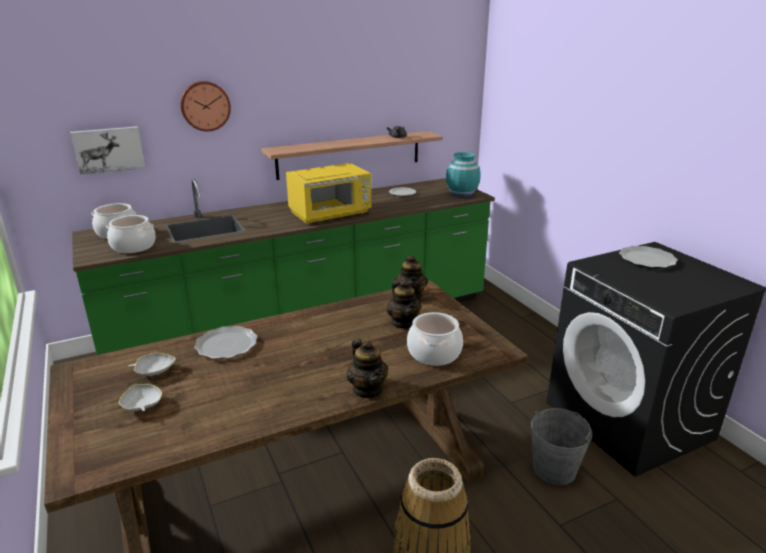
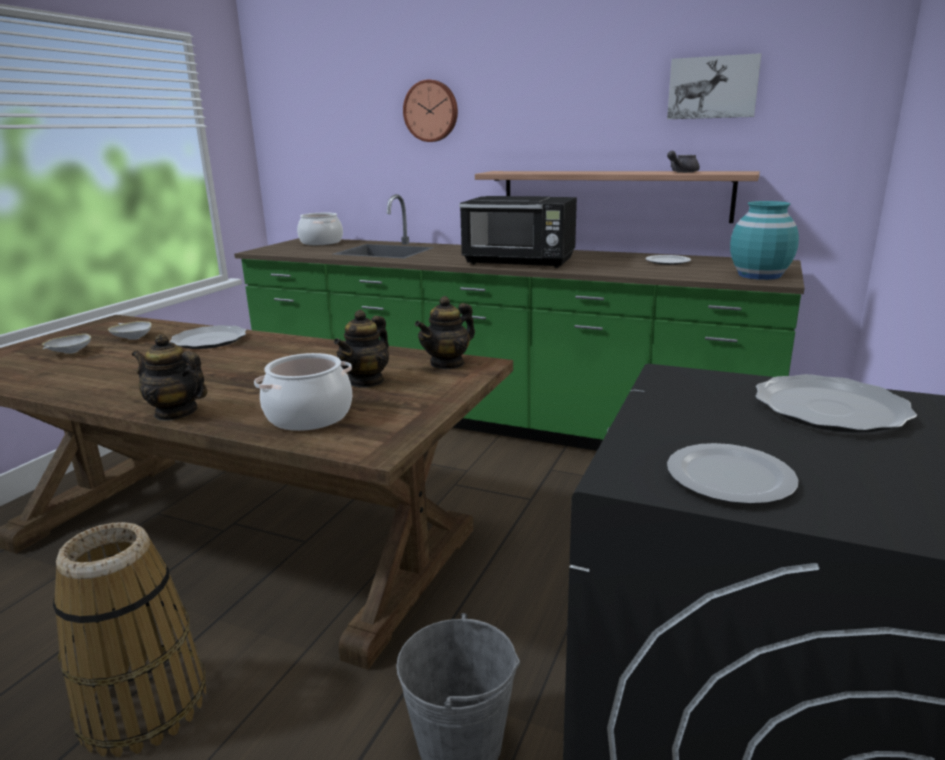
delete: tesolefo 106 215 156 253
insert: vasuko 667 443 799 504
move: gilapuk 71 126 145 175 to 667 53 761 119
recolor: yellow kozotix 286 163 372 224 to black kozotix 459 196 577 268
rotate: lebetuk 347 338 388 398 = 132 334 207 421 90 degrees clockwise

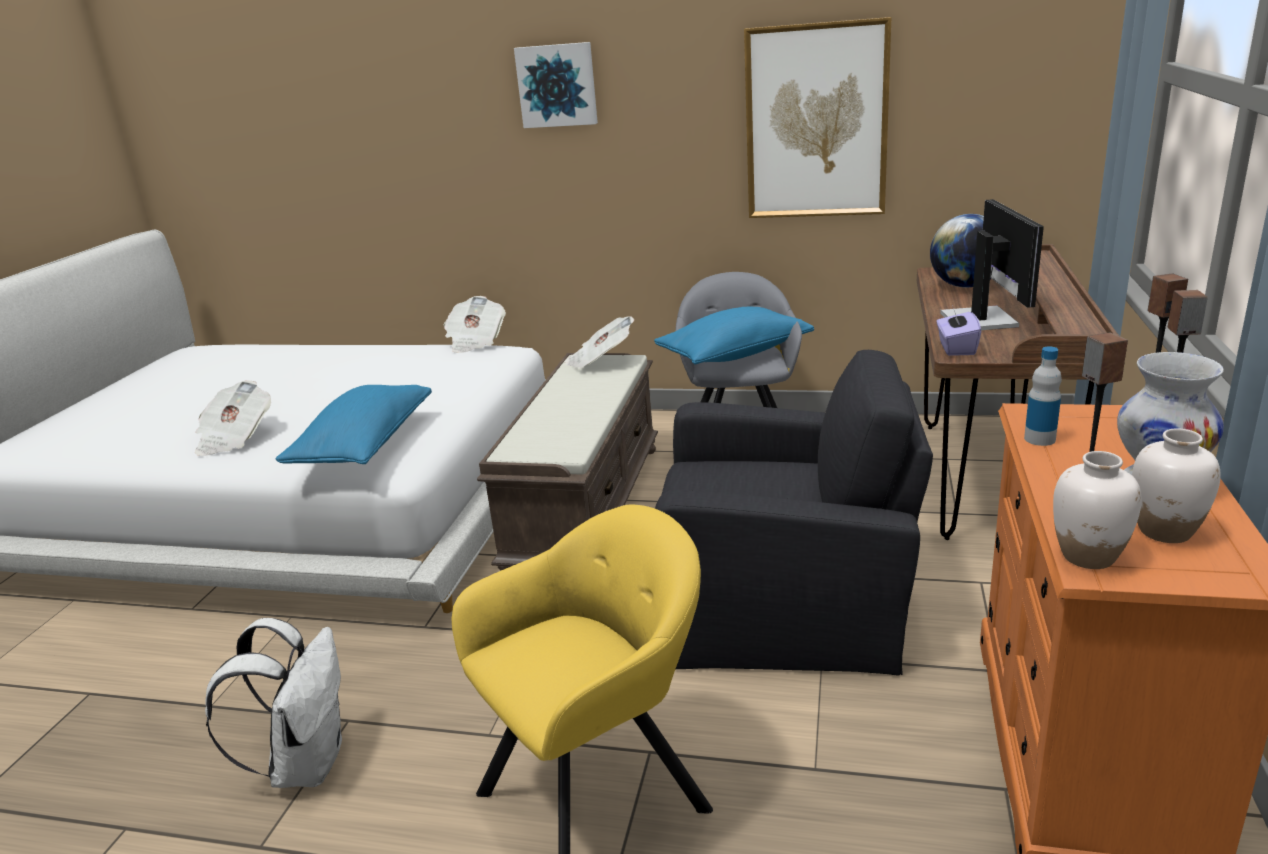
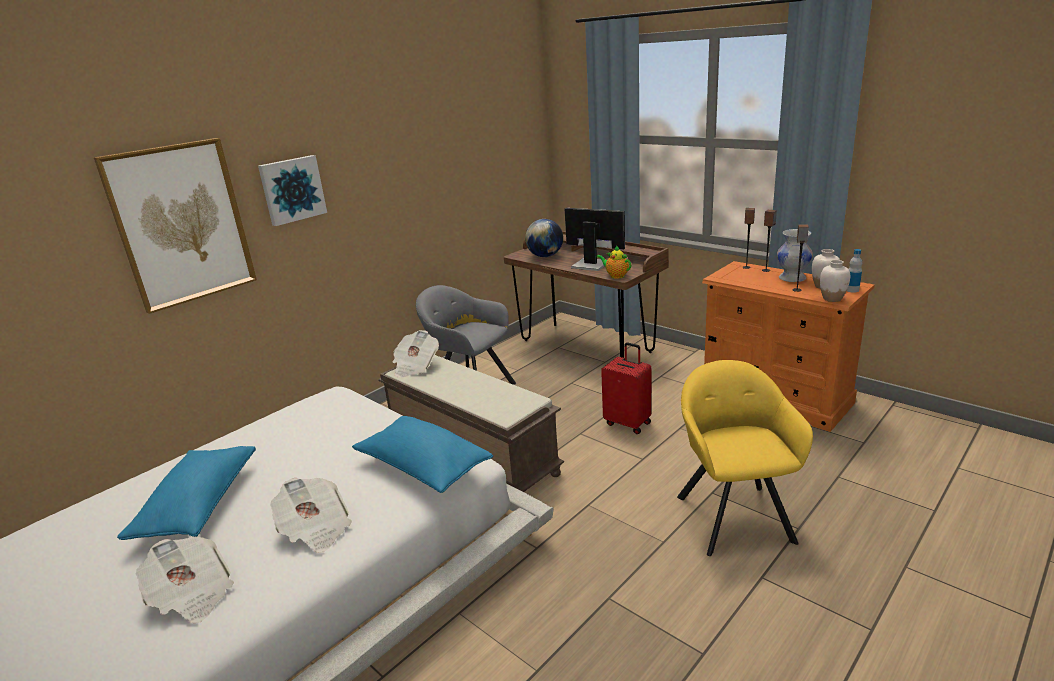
delete: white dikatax 205 618 342 788
move: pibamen 444 296 506 353 to 136 537 234 623; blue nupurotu 654 307 814 364 to 117 446 256 540; gilapuk 744 17 892 218 to 94 138 257 314; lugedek 1024 347 1062 446 to 847 249 862 293
replace: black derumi 655 350 933 675 to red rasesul 601 342 651 434; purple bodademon 937 305 981 356 to lebetuk 596 245 631 279

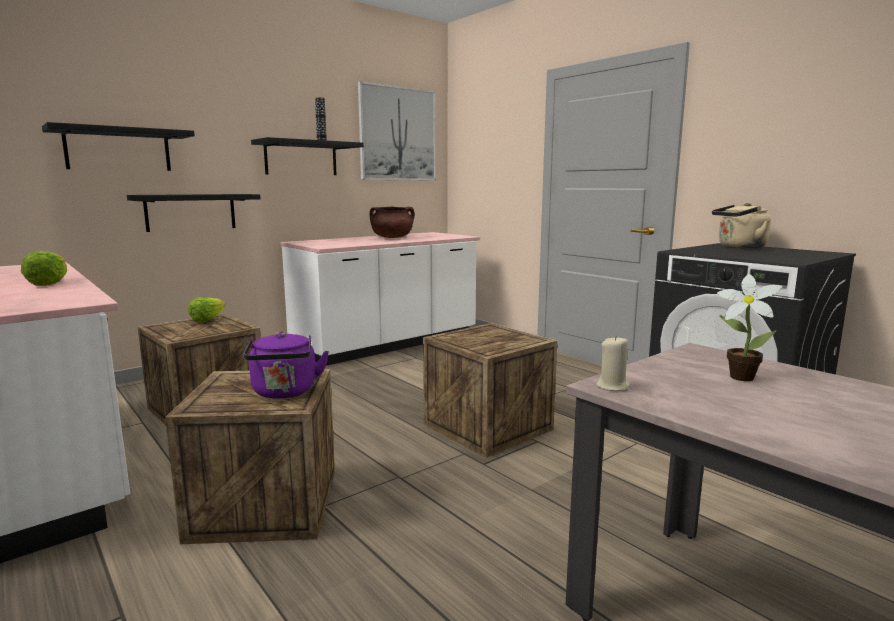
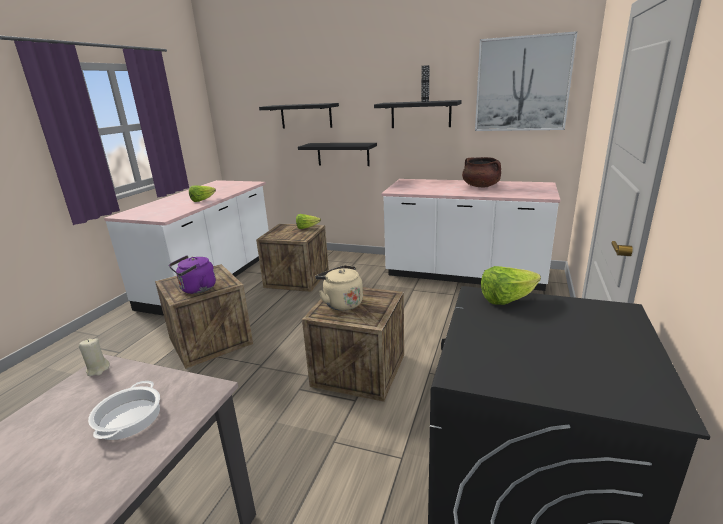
insert: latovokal 481 266 541 305
move: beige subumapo 712 203 771 248 to 315 265 363 311
replace: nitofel 717 274 782 381 to tesolefo 88 381 160 440

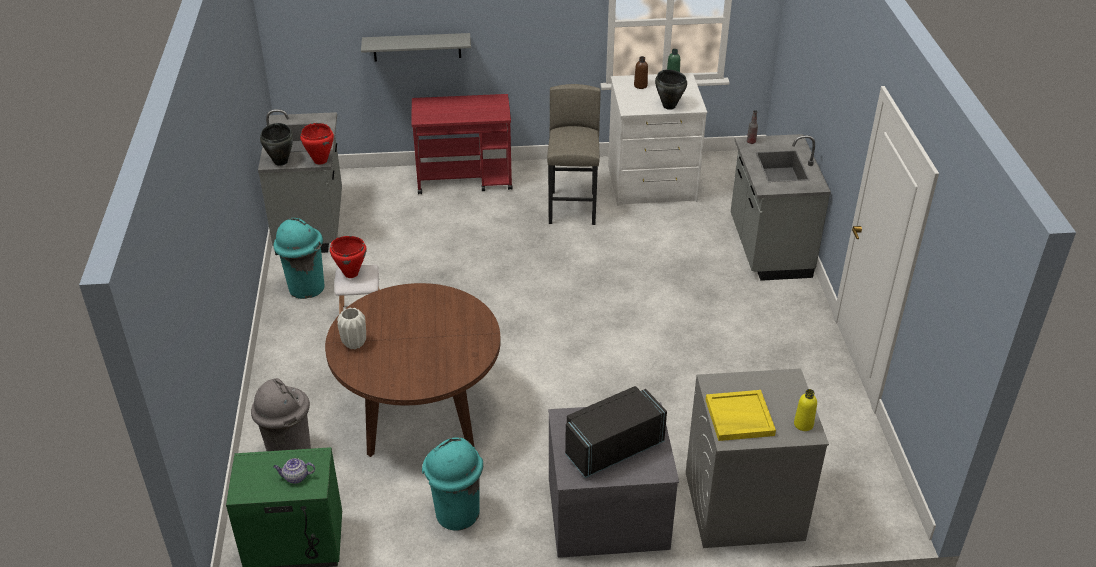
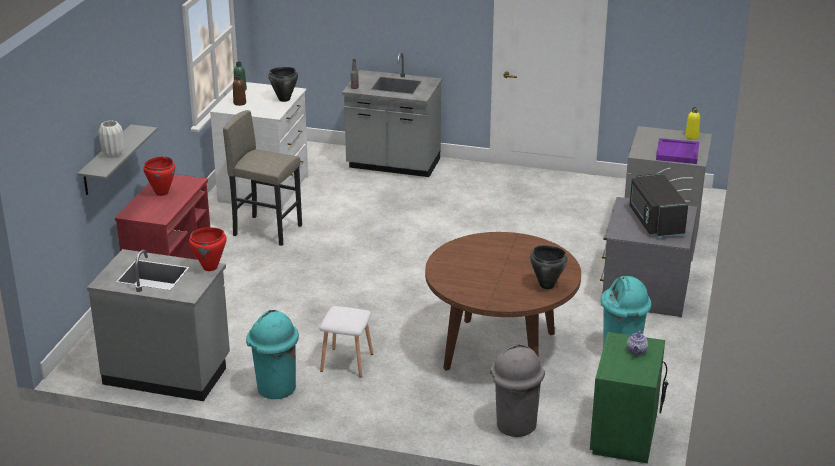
move: black tesolefo 260 123 294 166 to 530 245 567 289; red tesolefo 330 236 367 278 to 143 156 175 196; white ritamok 337 308 366 349 to 98 121 124 158
recolor: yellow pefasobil 706 390 776 441 to purple pefasobil 656 138 699 164

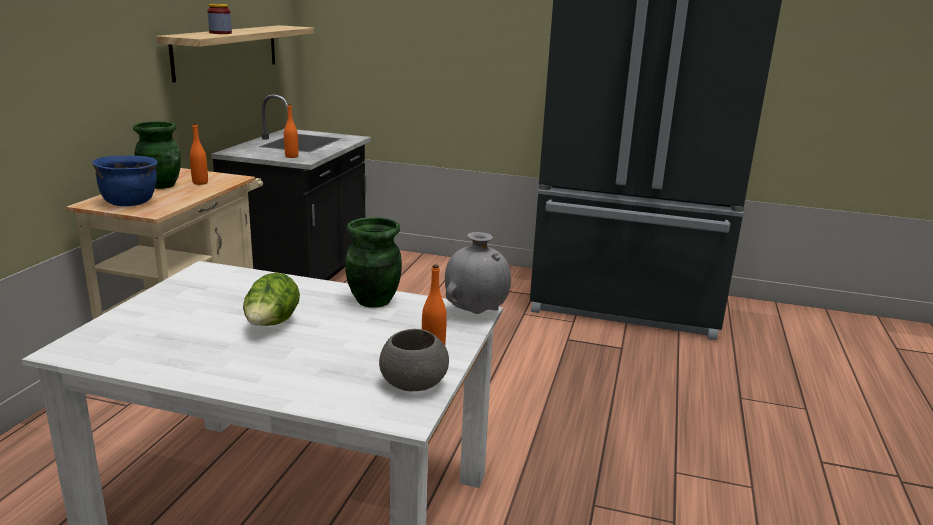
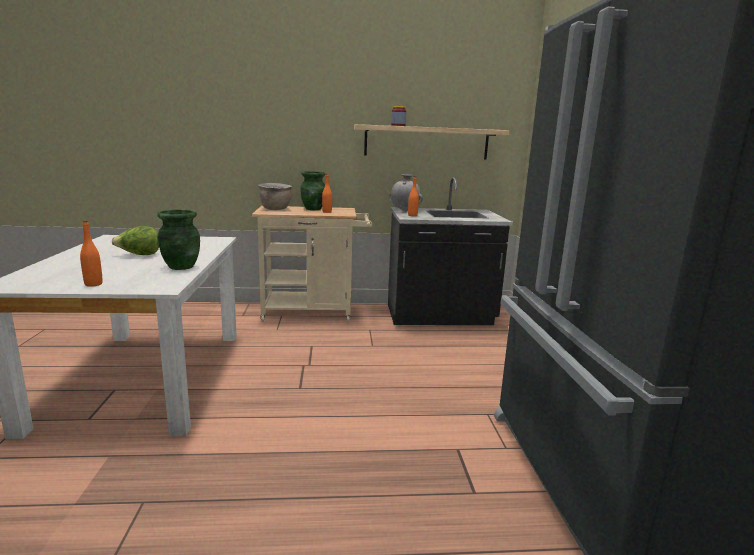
delete: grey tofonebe 379 329 449 391
move: grey ritamok 445 232 511 314 to 389 174 423 212
recolor: blue tesolefo 92 155 158 206 to brown tesolefo 258 183 292 210

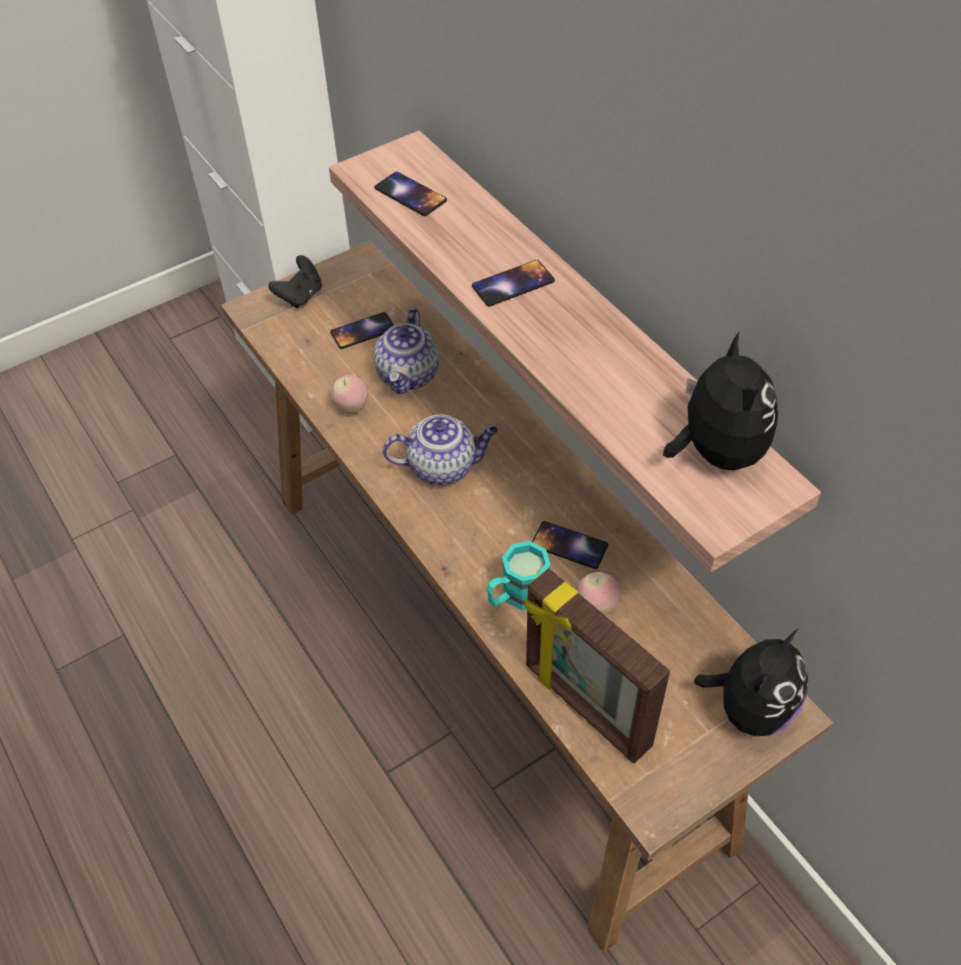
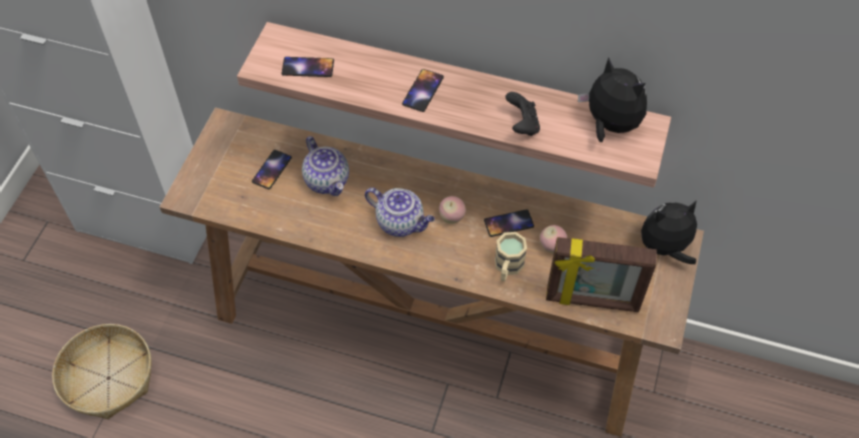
insert: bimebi 52 324 151 419
move: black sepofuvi 268 255 322 308 to 505 92 540 136; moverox 331 375 368 414 to 439 196 466 224
recolor: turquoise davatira 487 541 551 610 to beige davatira 495 232 527 281
rotate: lebetuk 382 415 498 485 = 365 188 435 237 75 degrees clockwise; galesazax 694 629 808 736 = 641 201 697 264 105 degrees counterclockwise

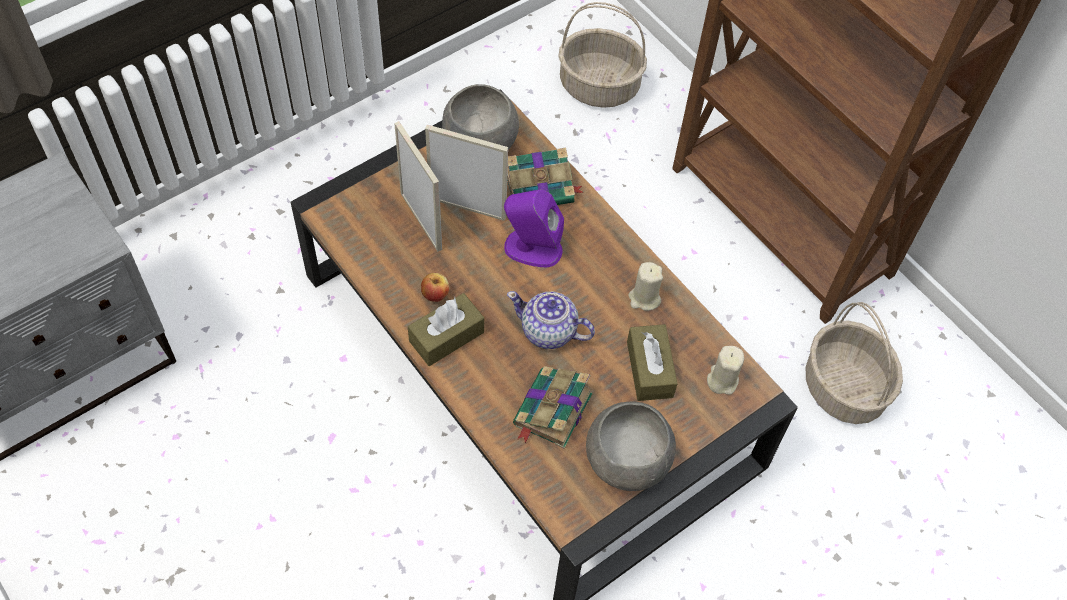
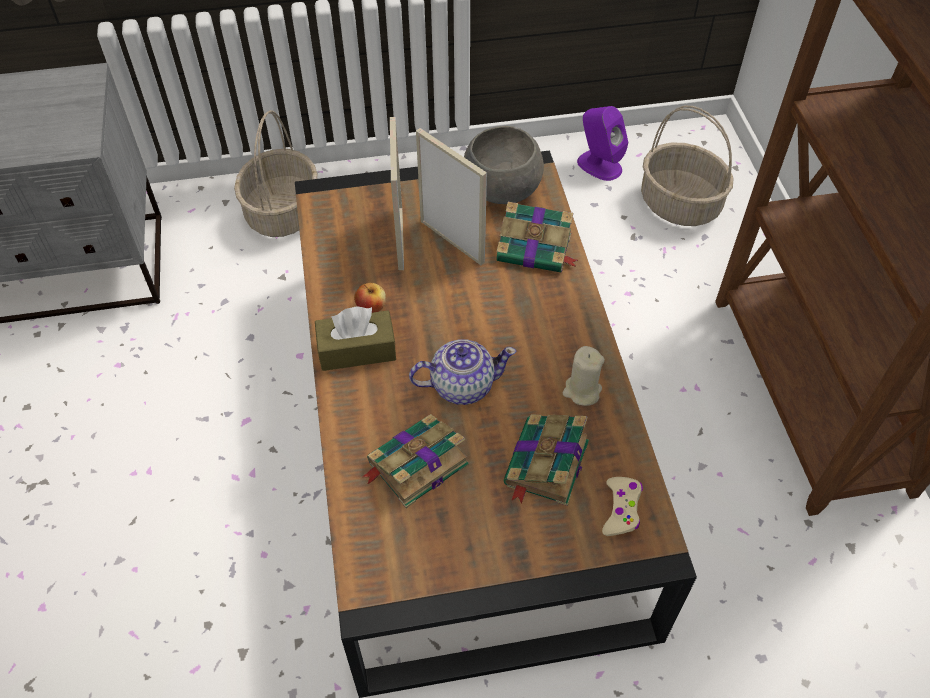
delete: grey tofonebe 586 402 676 491
move: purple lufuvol 504 189 564 267 to 577 106 628 181; bimebi 806 302 903 424 to 234 110 318 237
replace: brown bodademon 627 324 678 401 to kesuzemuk 503 415 589 506; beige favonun 707 346 744 395 to beige sepofuvi 602 477 643 536
rotate: lebetuk 507 291 595 349 = 409 339 516 405 120 degrees clockwise

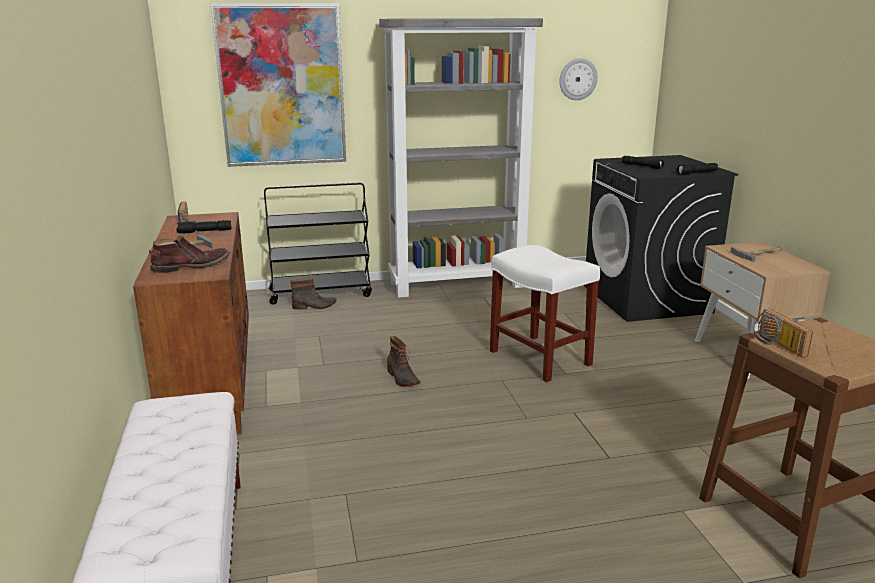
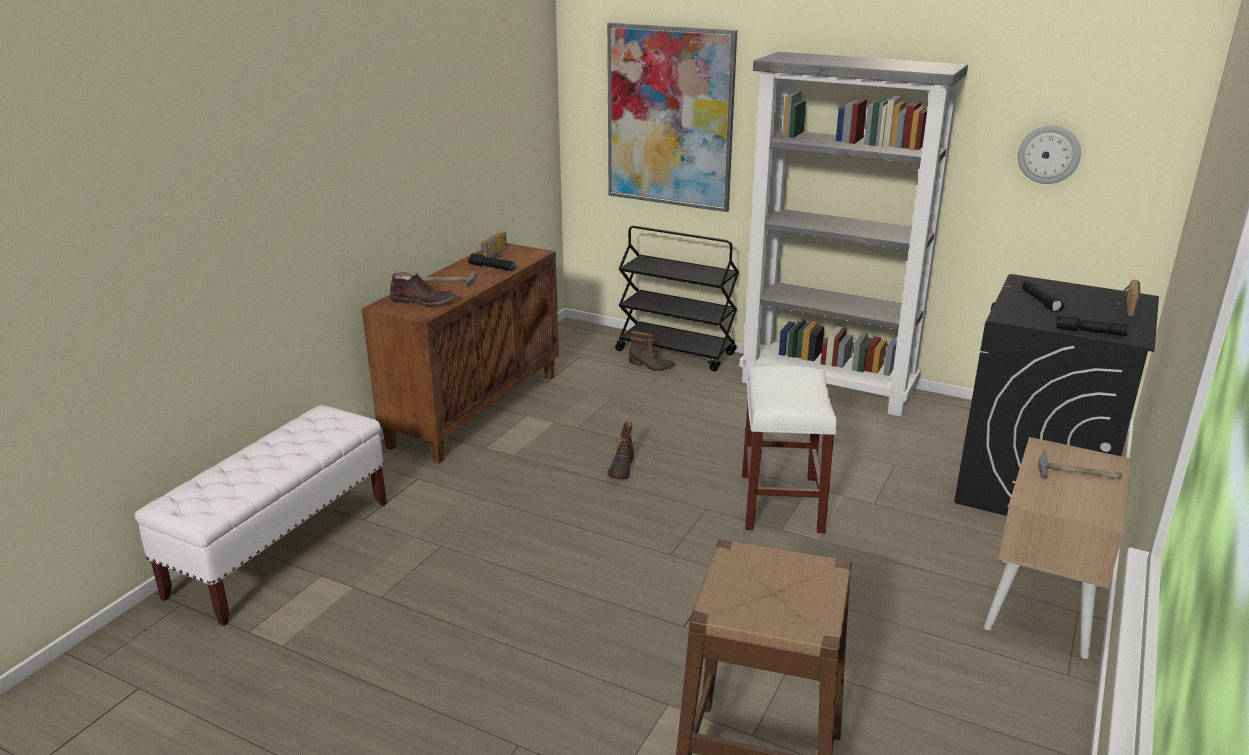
move: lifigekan 753 309 813 358 to 1116 280 1141 316

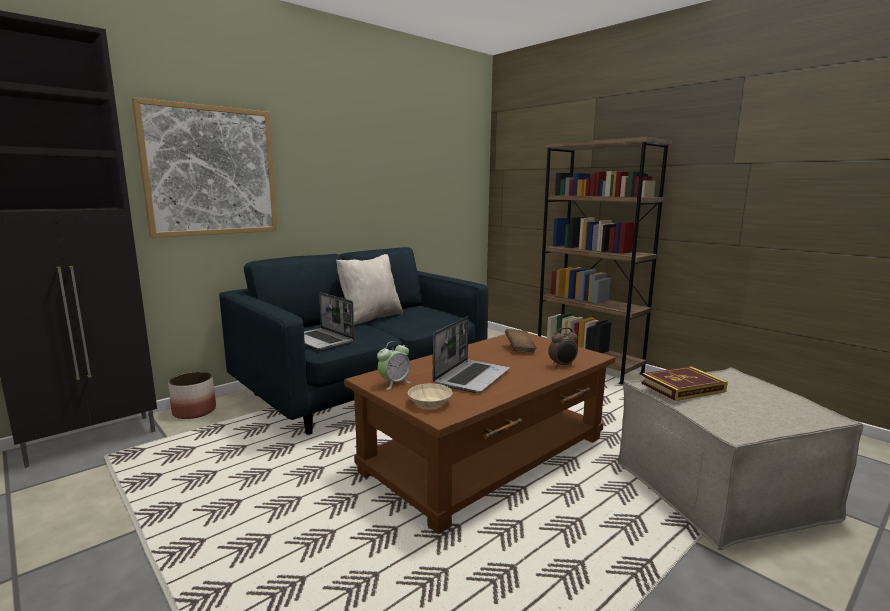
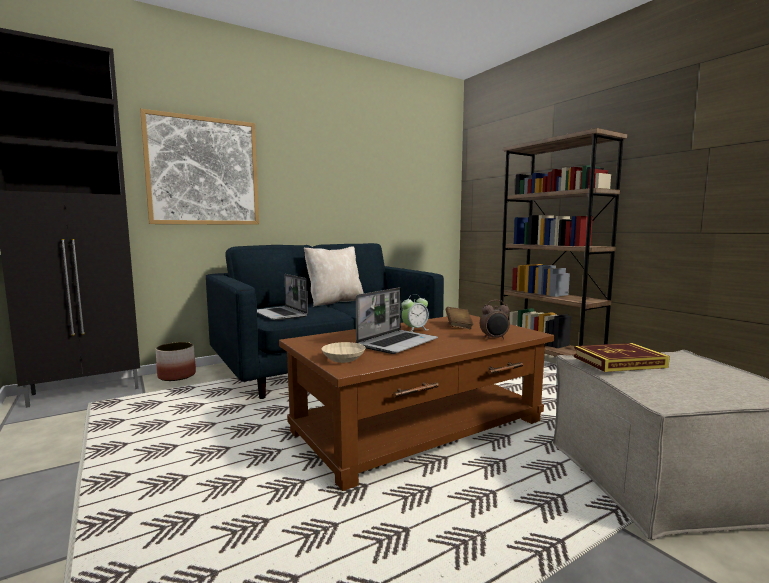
move: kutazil 377 341 411 390 to 401 294 429 332

